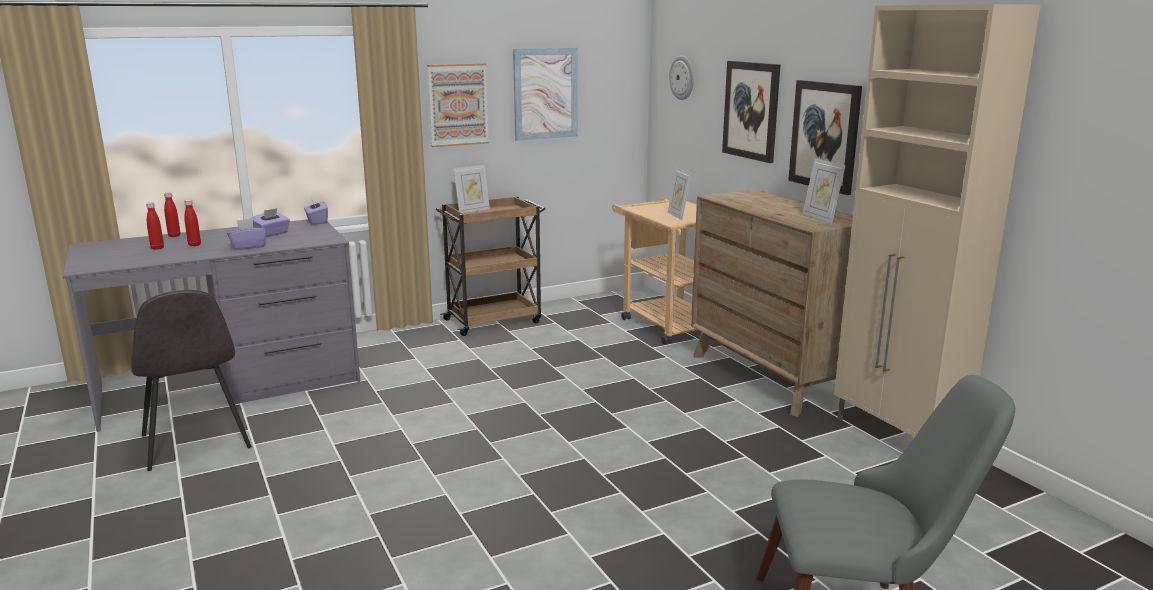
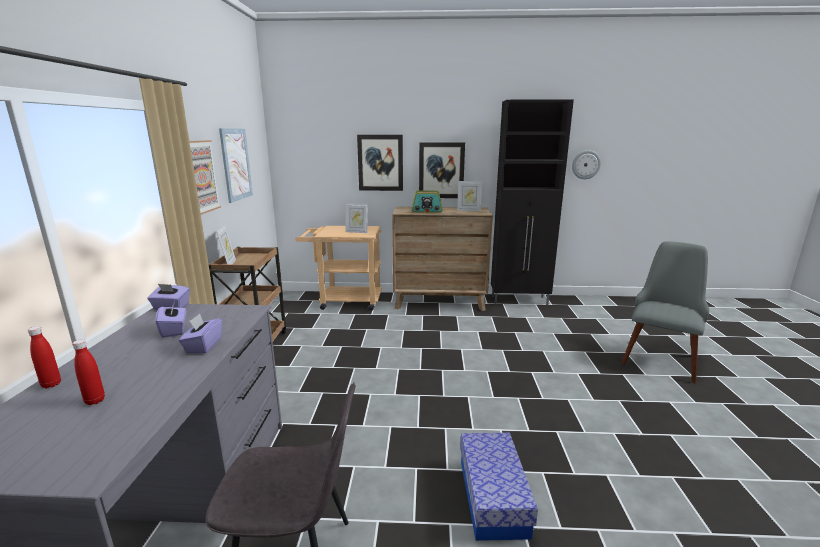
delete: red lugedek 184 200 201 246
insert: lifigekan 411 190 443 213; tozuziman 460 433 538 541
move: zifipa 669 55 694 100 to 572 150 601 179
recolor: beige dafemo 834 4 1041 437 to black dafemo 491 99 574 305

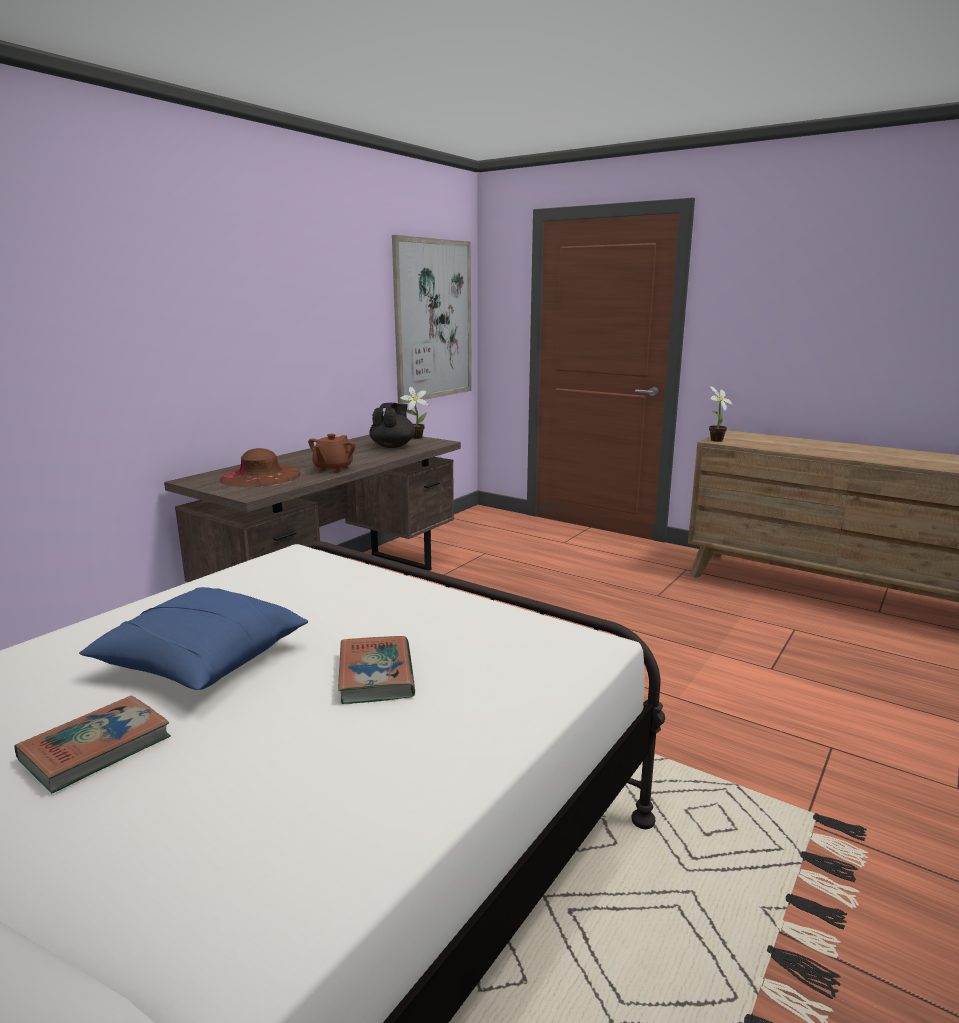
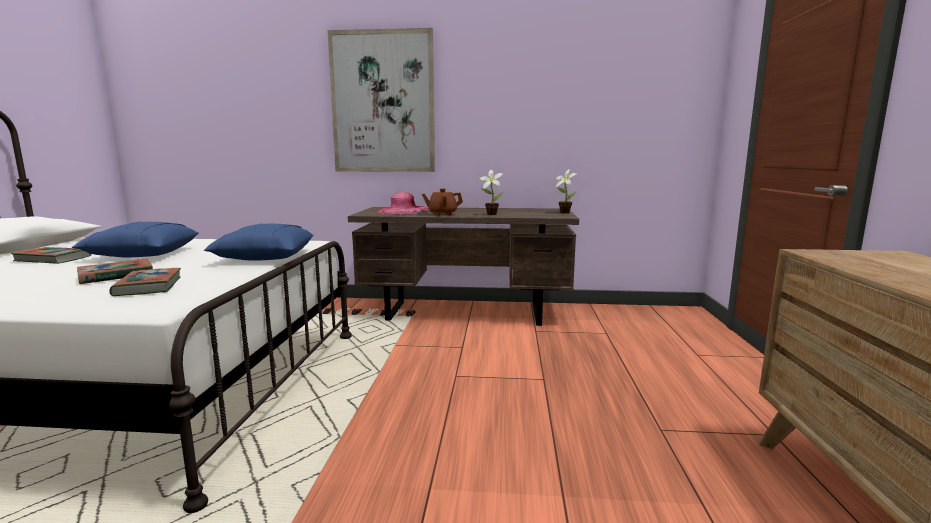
delete: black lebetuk 369 403 415 448
insert: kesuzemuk 109 268 181 296; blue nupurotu 204 223 314 261
move: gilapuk 392 235 472 404 to 327 28 435 172; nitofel 709 386 734 442 to 479 170 503 215
recolor: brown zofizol 220 448 302 487 to pink zofizol 378 192 430 214

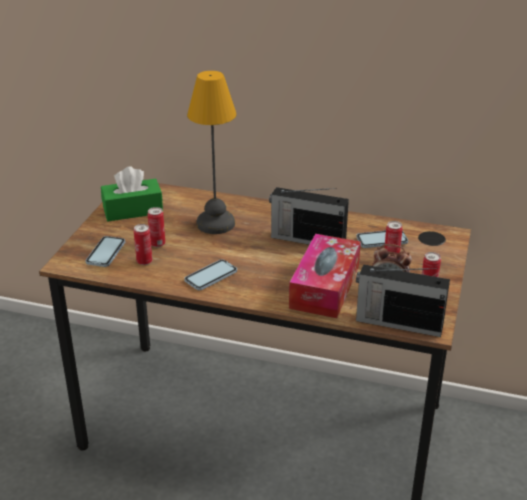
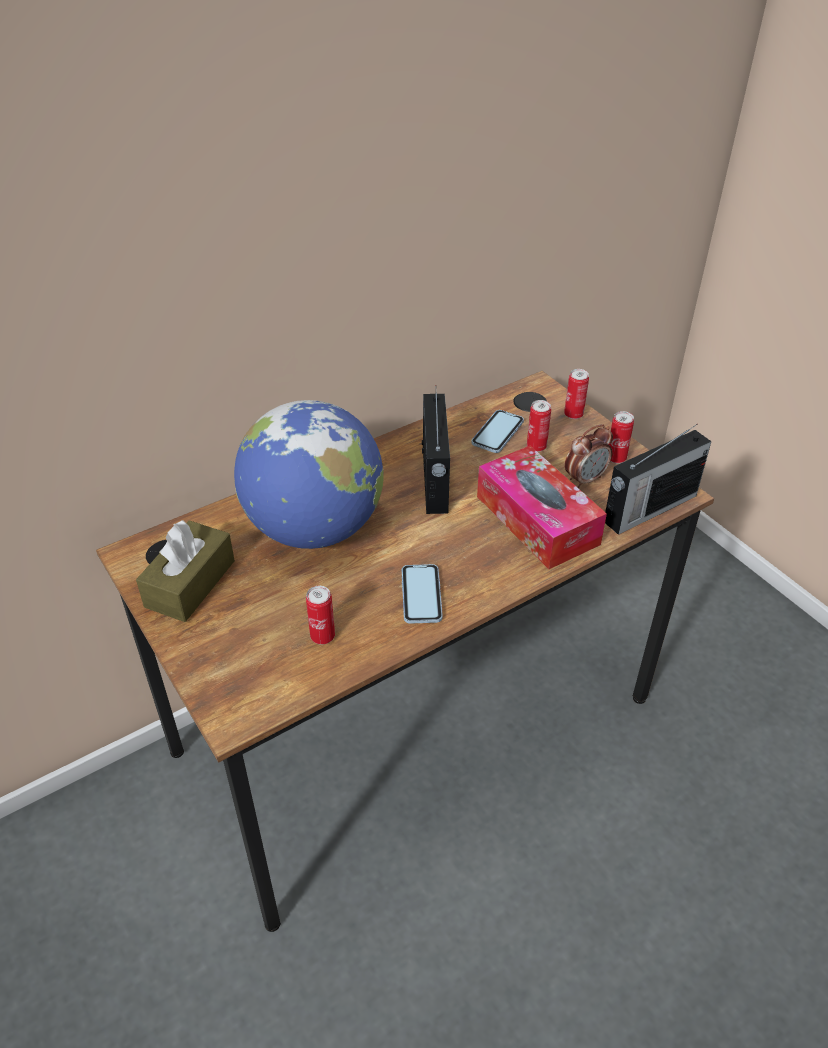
delete: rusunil 85 236 125 267
move: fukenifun 148 207 165 247 to 564 369 589 419
replace: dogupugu 187 71 237 234 to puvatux 234 400 384 549
recolor: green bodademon 101 166 163 221 to brown bodademon 136 520 235 622
rotate: lifigekan 269 187 349 245 = 422 385 450 514 60 degrees counterclockwise

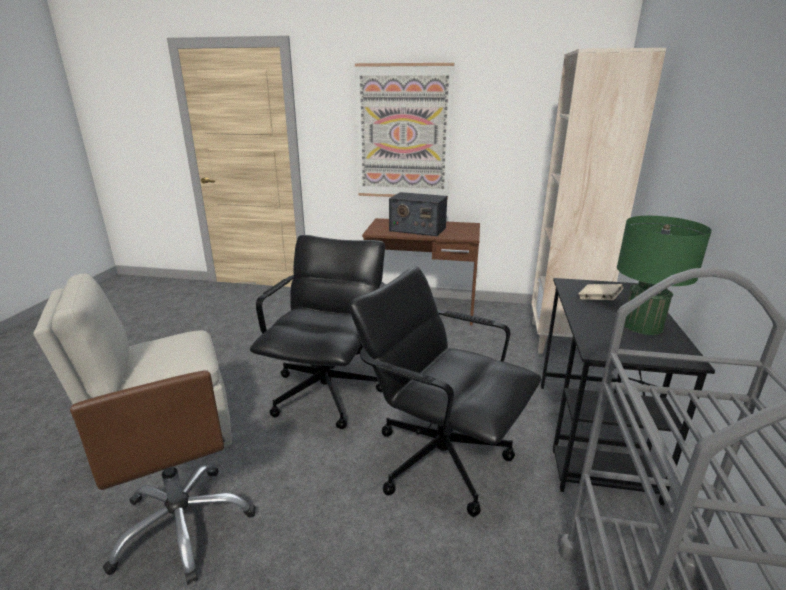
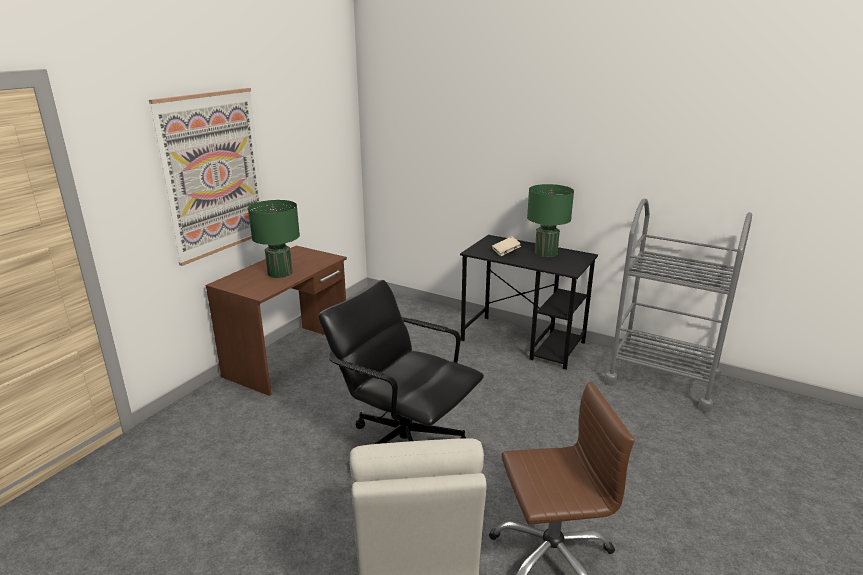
delete: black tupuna 349 266 541 517; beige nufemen 531 48 666 354
replace: lifigekan 389 192 447 236 to green dogupugu 248 200 300 278

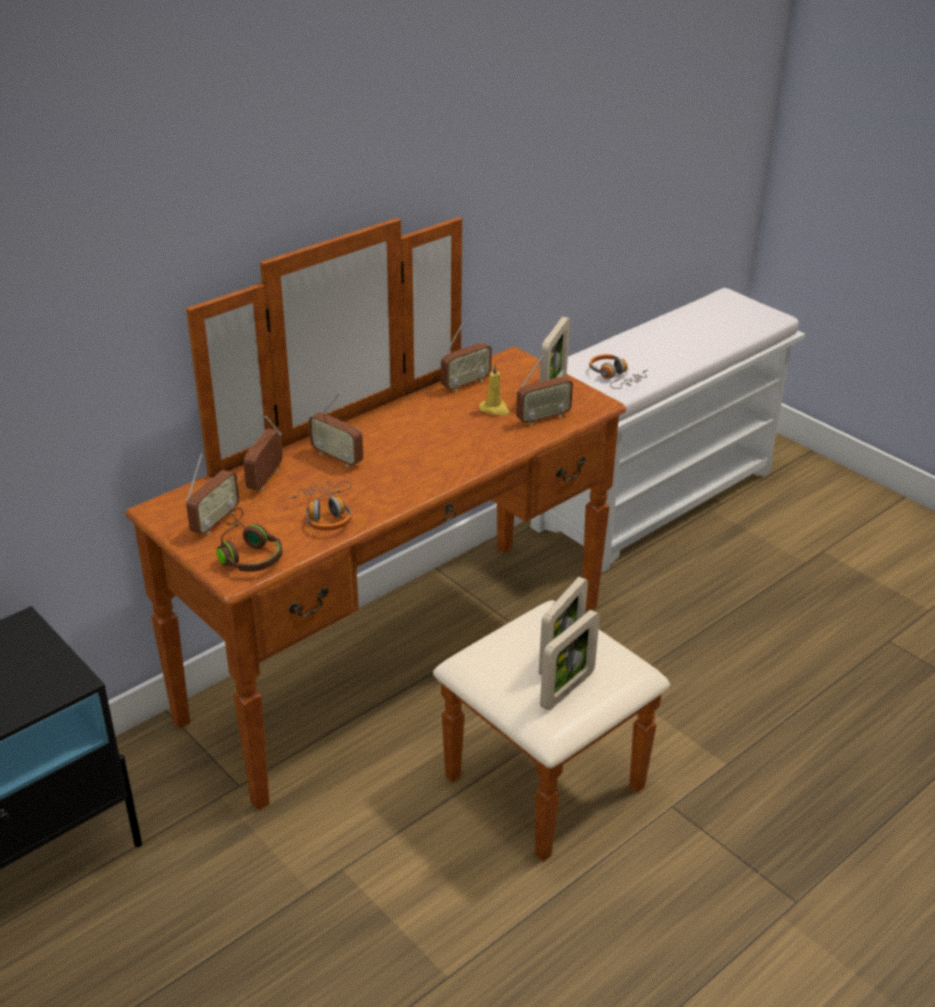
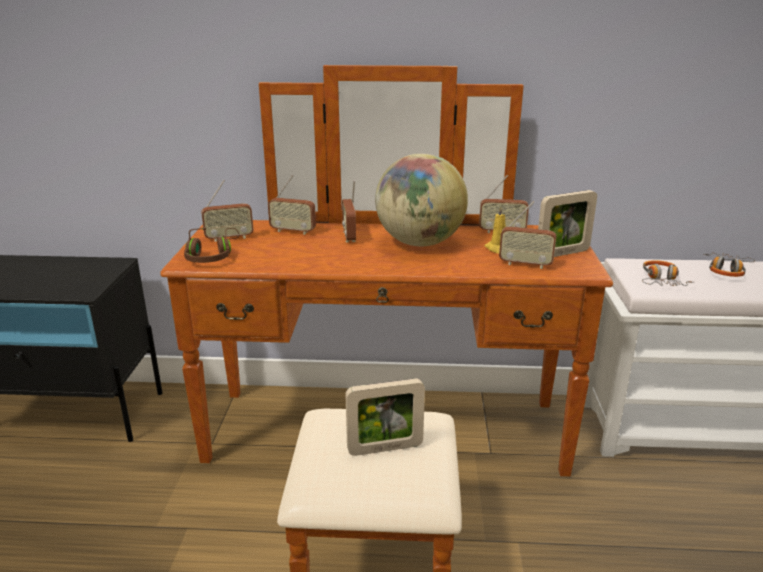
delete: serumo 540 610 600 710
insert: puvatux 375 153 468 246
move: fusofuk 289 481 352 531 to 704 253 755 277
rotate: lifigekan 244 416 283 491 = 268 175 316 235 135 degrees counterclockwise

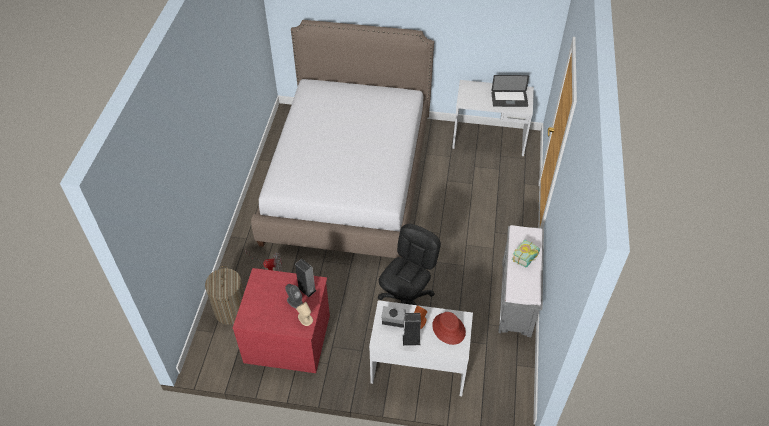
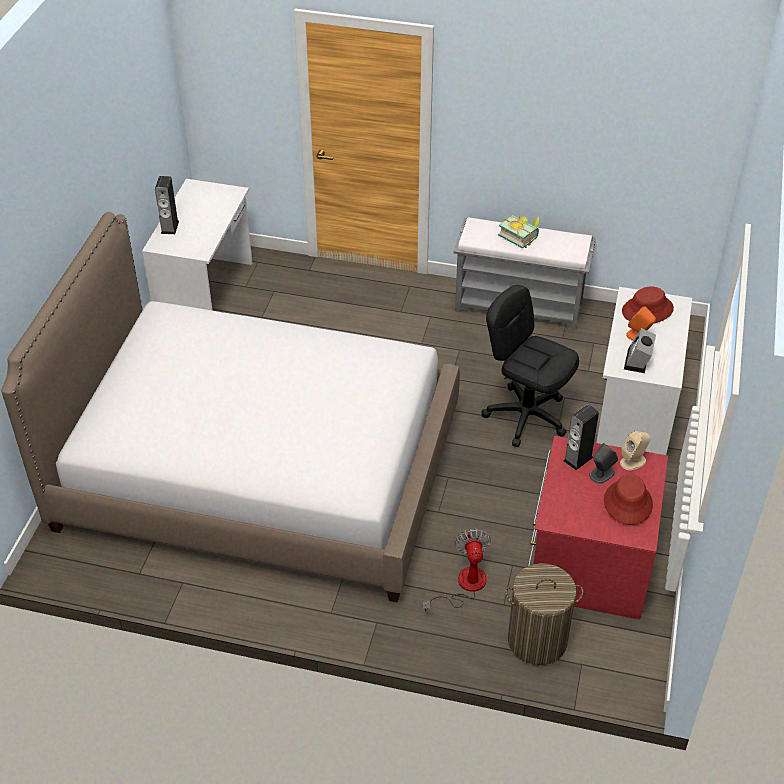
delete: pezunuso 491 75 529 107
insert: red zofizol 604 475 653 525
move: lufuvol 403 313 421 346 to 155 176 179 234

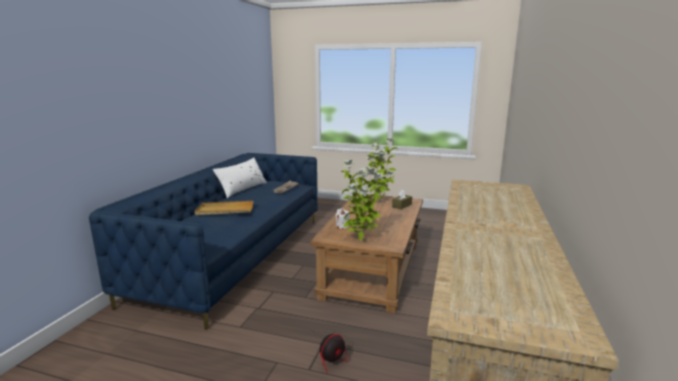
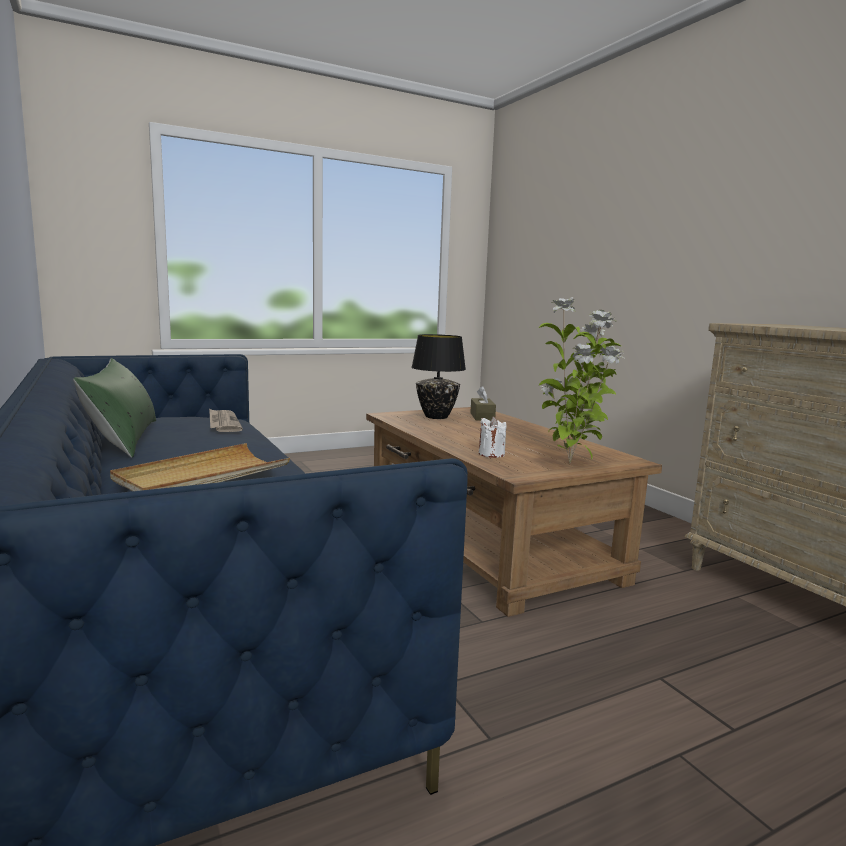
delete: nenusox 308 328 353 374
replace: nitofel 367 137 398 202 to black dogupugu 411 334 466 419
recolor: white nupurotu 213 157 267 198 to green nupurotu 73 358 156 458

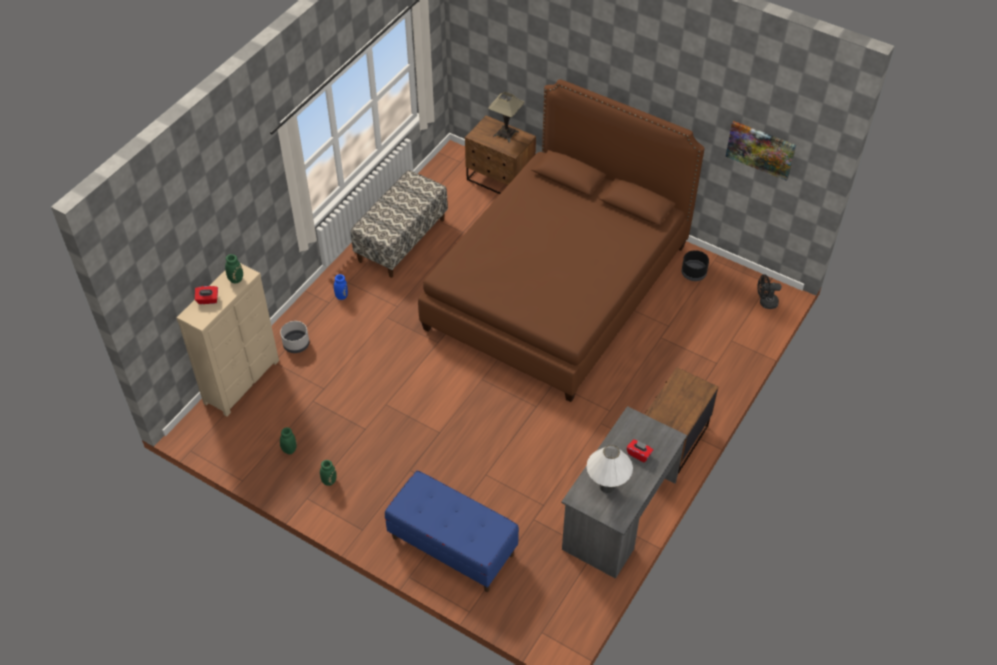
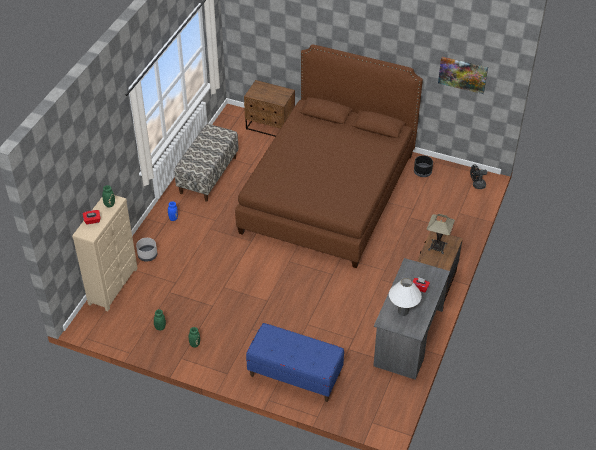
move: dogupugu 488 92 525 143 to 427 214 455 254

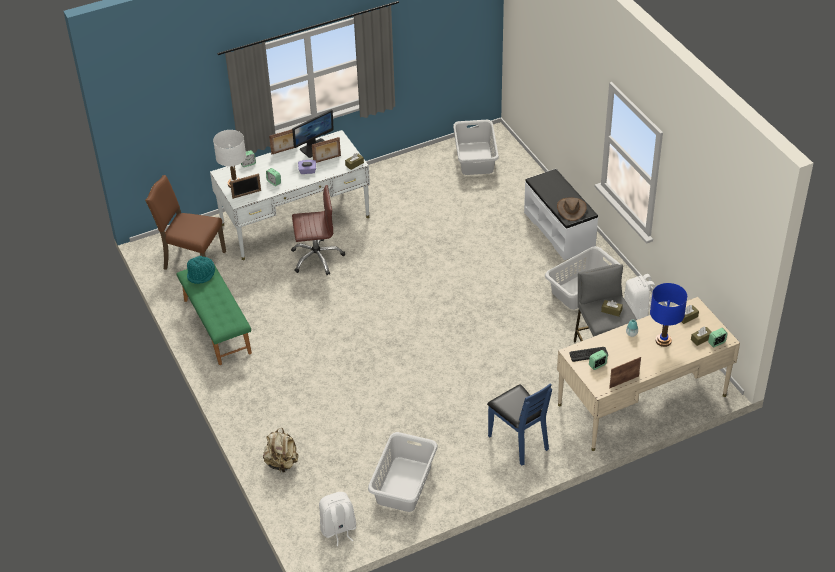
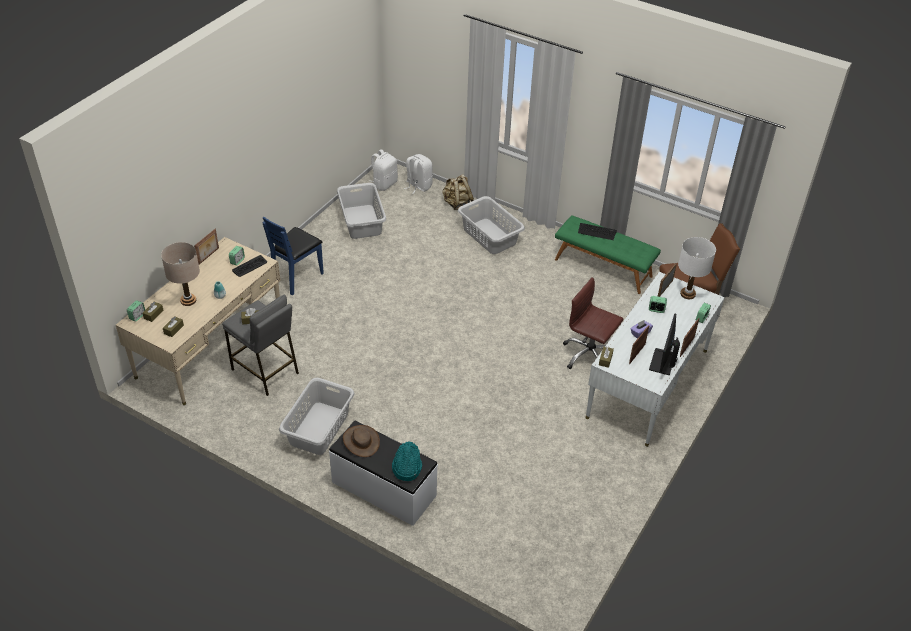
insert: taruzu 578 223 617 240
move: turquoise zofizol 187 256 215 284 to 392 441 422 481; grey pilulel 453 120 499 175 to 458 196 525 254; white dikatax 624 274 656 320 to 404 154 433 194
recolor: blue dogupugu 650 283 687 347 to beige dogupugu 161 242 200 306
rotate: brown tupuna 291 185 345 275 = 563 277 623 369 75 degrees clockwise; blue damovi 487 383 552 466 = 262 217 324 296 75 degrees counterclockwise

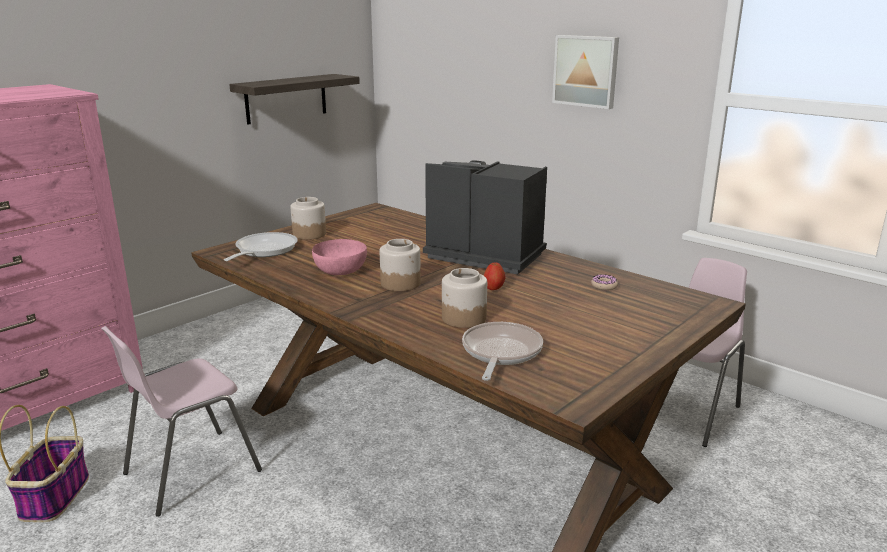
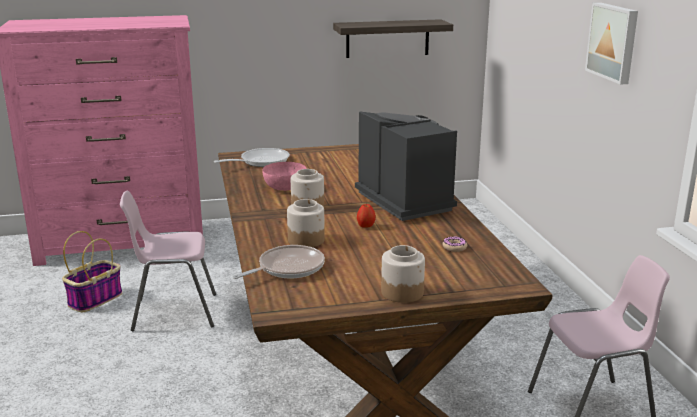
move: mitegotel 290 197 326 240 to 381 245 425 303

